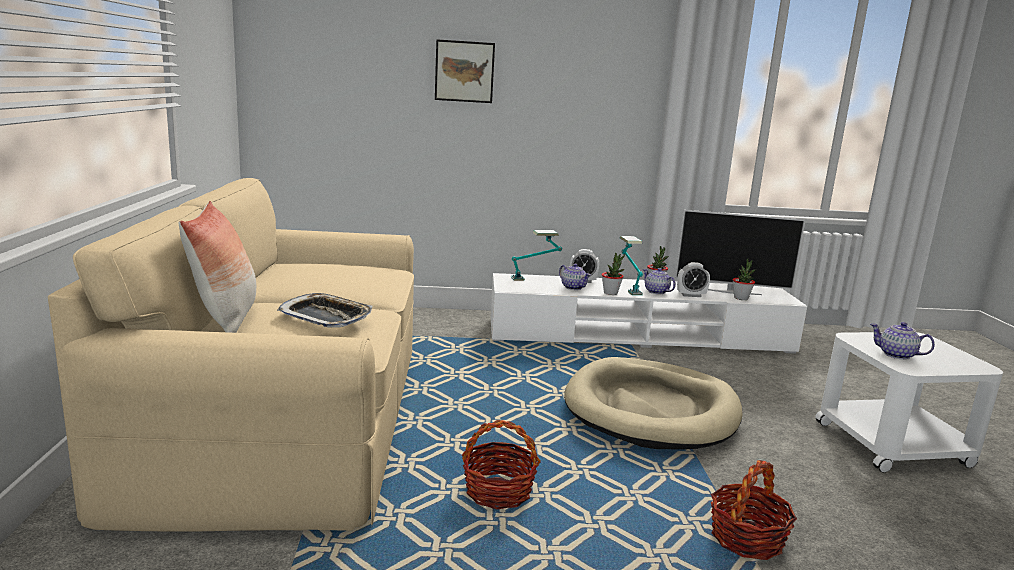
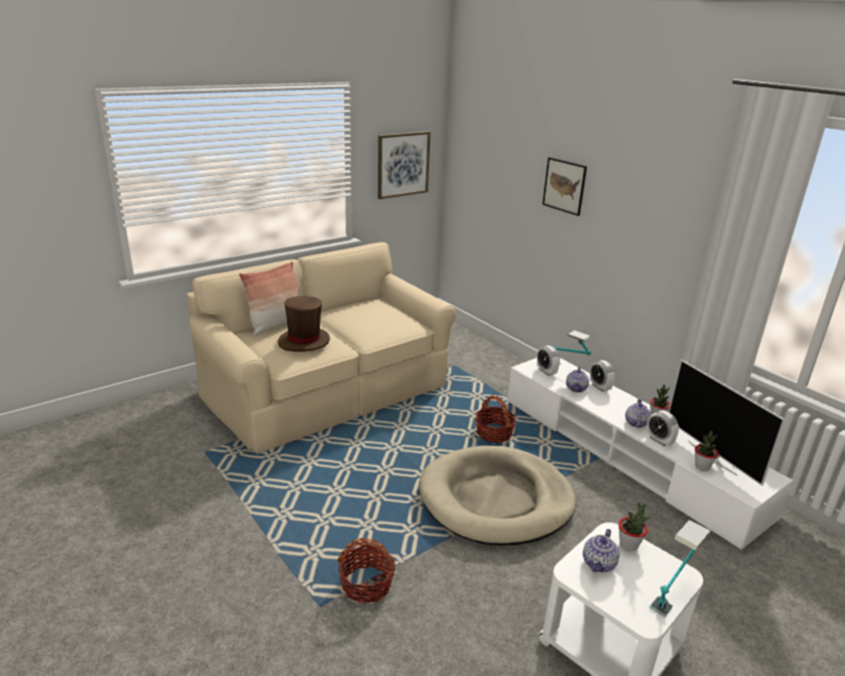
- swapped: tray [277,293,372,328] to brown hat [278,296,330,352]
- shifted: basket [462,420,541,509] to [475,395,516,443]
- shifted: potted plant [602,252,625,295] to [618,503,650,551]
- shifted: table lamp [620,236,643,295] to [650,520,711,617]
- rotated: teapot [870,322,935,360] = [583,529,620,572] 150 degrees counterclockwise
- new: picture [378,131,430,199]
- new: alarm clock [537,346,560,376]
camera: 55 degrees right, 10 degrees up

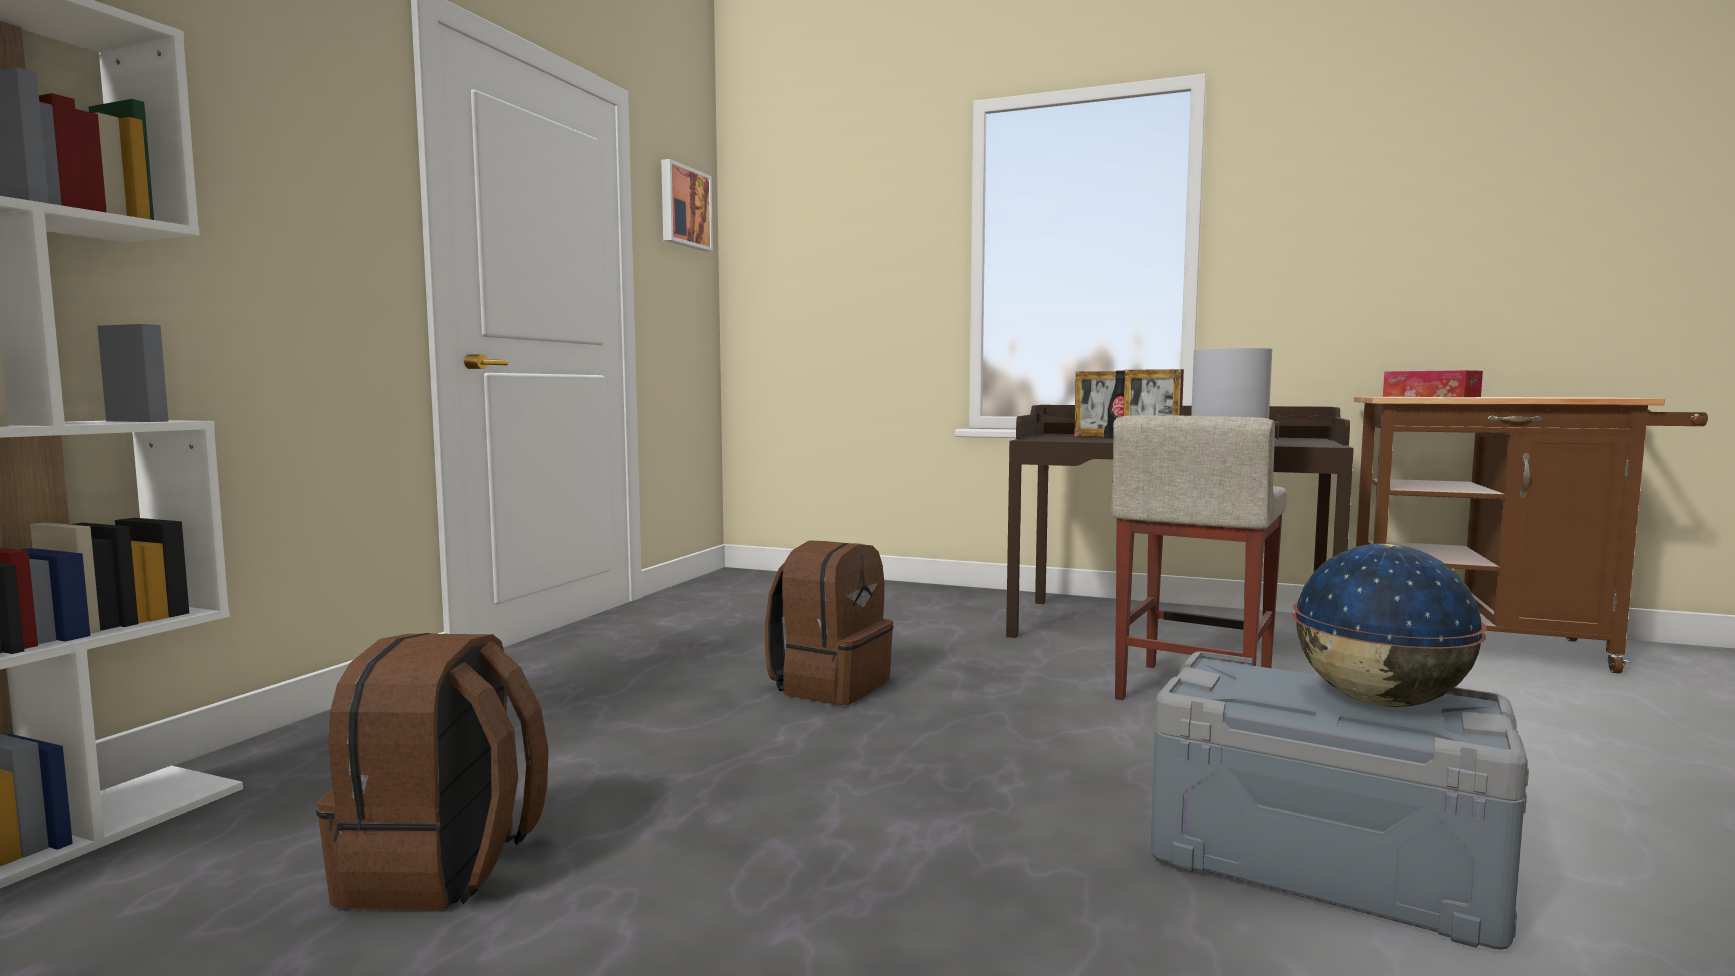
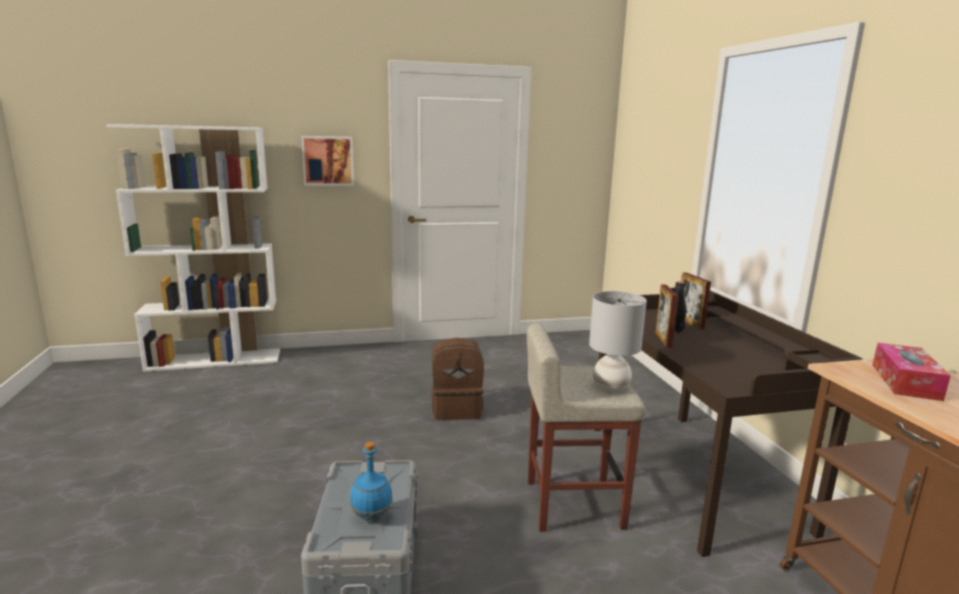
- gone: brown backpack [316,633,549,911]
- shifted: picture [661,159,713,252] to [301,136,354,186]
- swapped: globe [1293,544,1487,707] to blue bottle [350,442,393,523]
camera: 55 degrees right, 10 degrees up

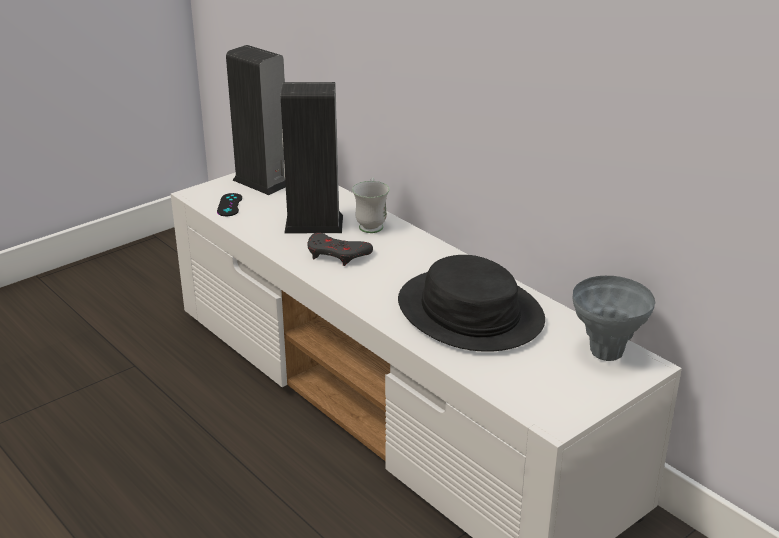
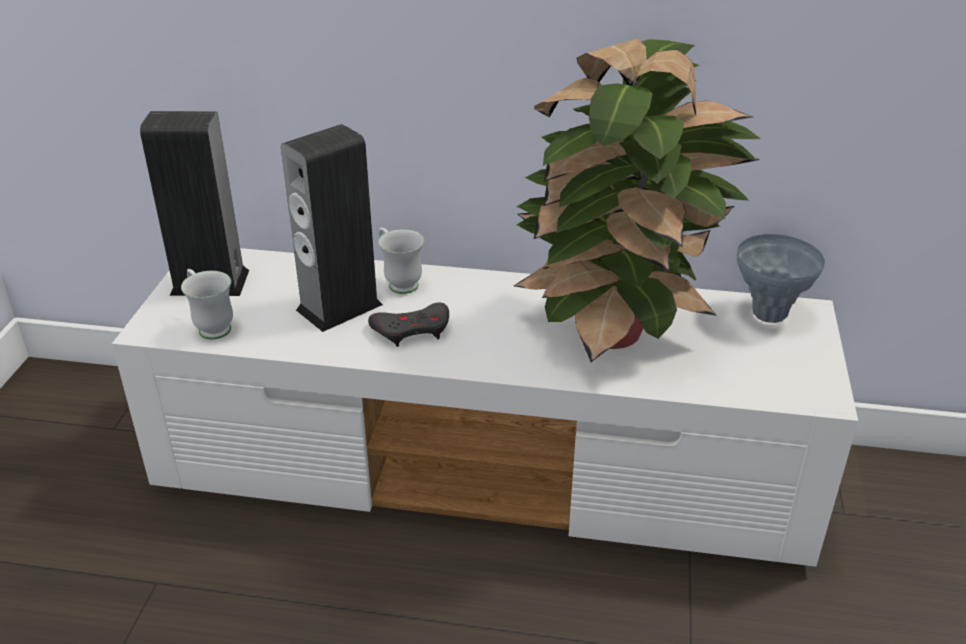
- swapped: black game controller [217,193,242,216] to white mug [181,269,233,339]
- swapped: black hat [398,255,545,352] to potted plant [514,39,761,362]
camera: 40 degrees left, 5 degrees up

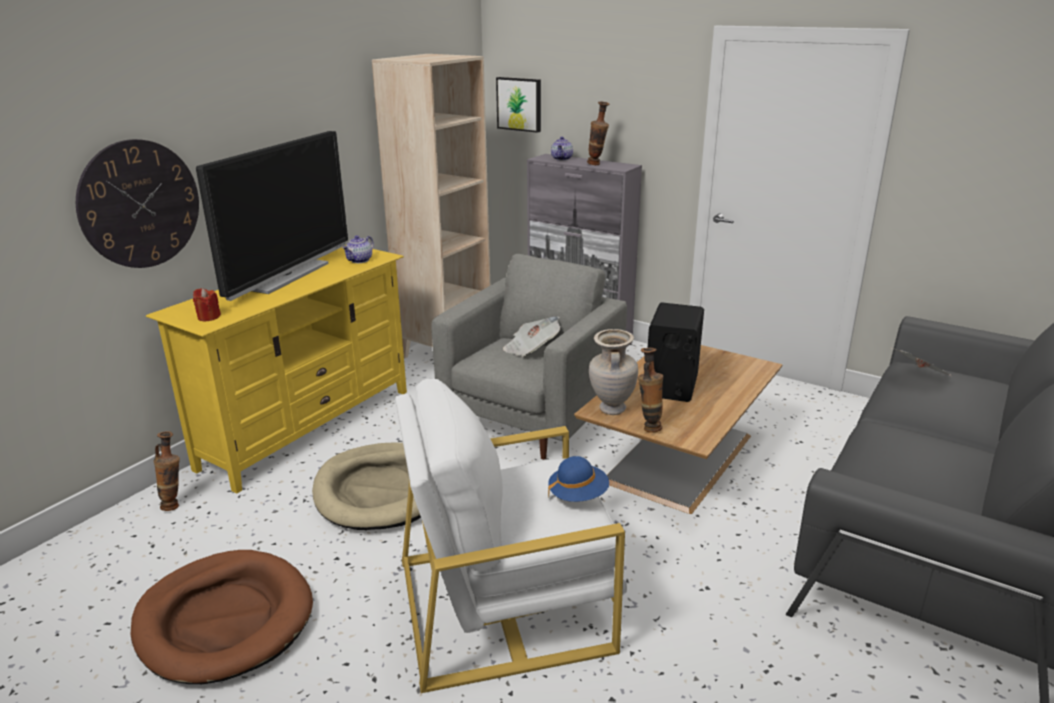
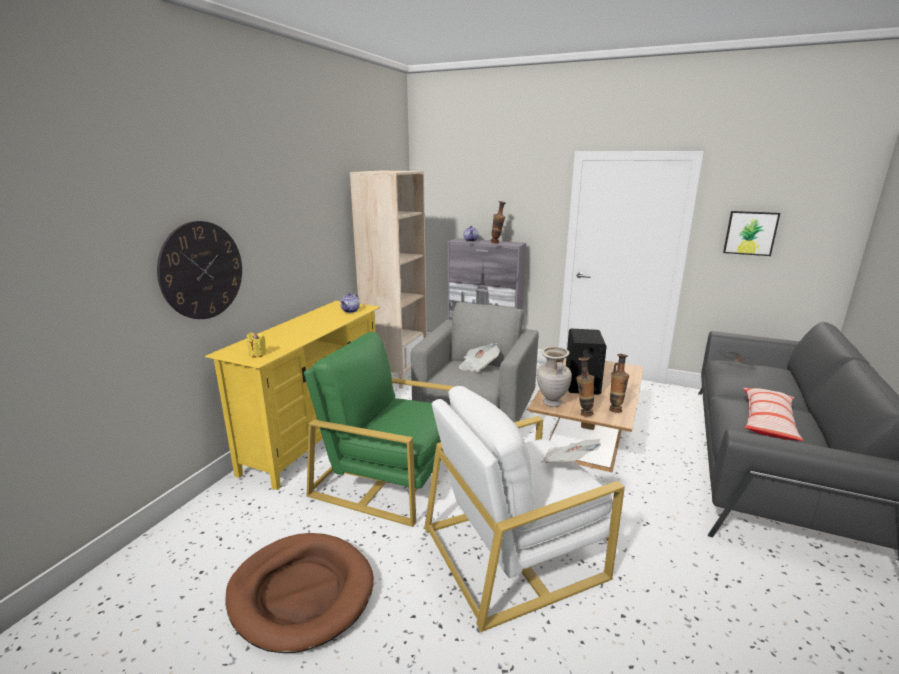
- shifted: vase [154,431,180,511] to [609,354,629,413]
- repainted: red candle [193,288,221,321] to yellow candle [247,333,267,358]
- gone: television [196,131,348,301]
- swapped: beige dog bed [312,442,421,530] to green armchair [304,332,455,527]
- shifted: picture [496,77,541,133] to [723,211,780,256]
- swapped: blue hat [548,456,609,502] to newspaper [541,439,601,463]
- new: pillow [743,388,803,441]
camera: 10 degrees left, 5 degrees down

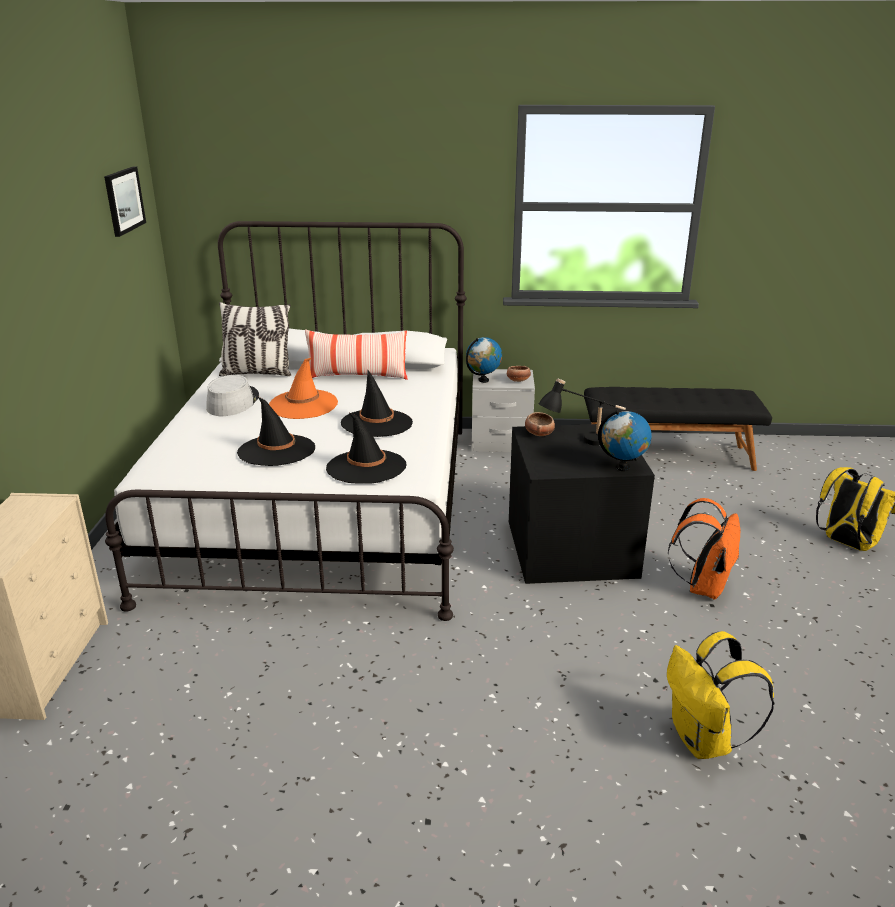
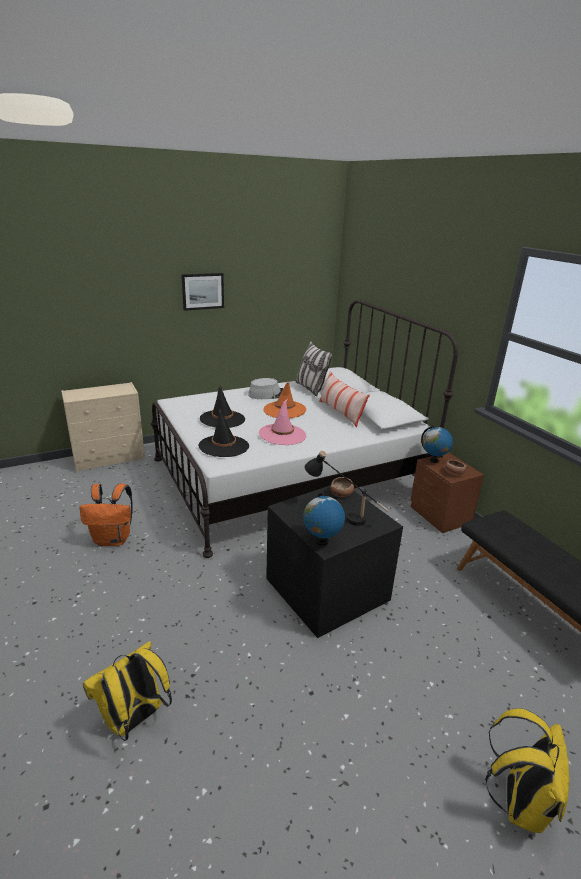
- shifted: picture [104,167,146,237] to [181,273,224,311]
- repainted: black hat [341,370,413,437] to pink hat [259,399,306,445]
- repainted: grey nightstand [472,369,535,452] to brown nightstand [411,452,484,533]
- shifted: orange backpack [668,498,740,600] to [79,484,132,546]
camera: 60 degrees right, 0 degrees up

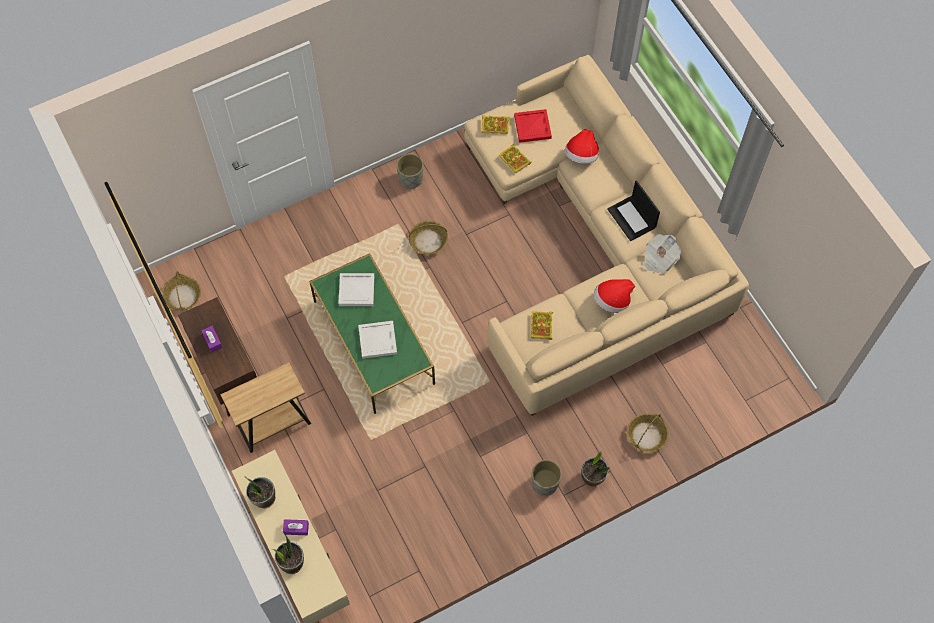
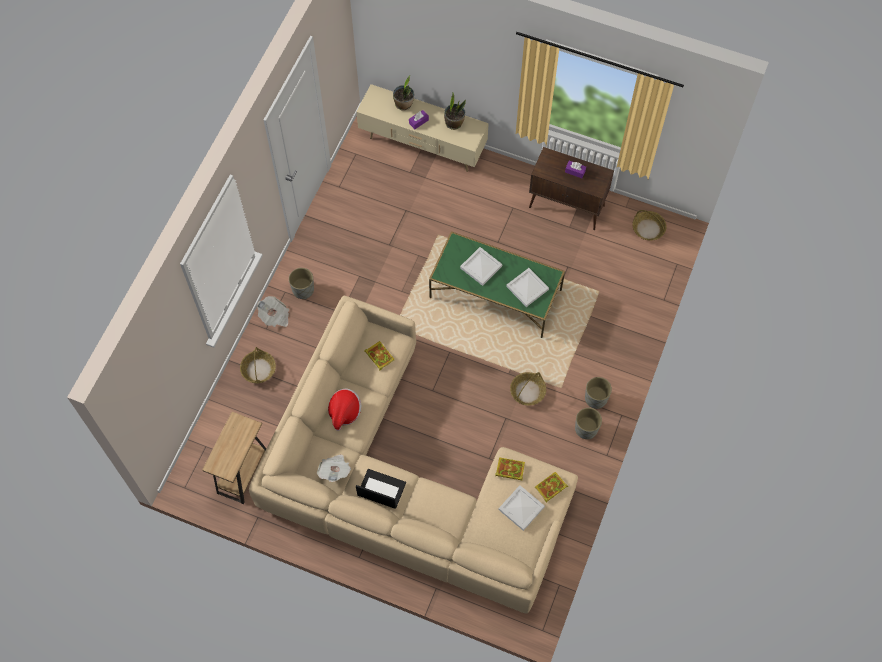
- shifted: brown side table [220,362,311,453] to [202,412,267,504]
- repainted: red tray [514,109,552,143] to white tray [498,485,545,531]
- gone: hat [565,129,599,164]
- swapped: potted plant [581,450,610,487] to newspaper [257,296,289,327]
- new: grey planter [585,377,612,409]
camera: 140 degrees right, 0 degrees up

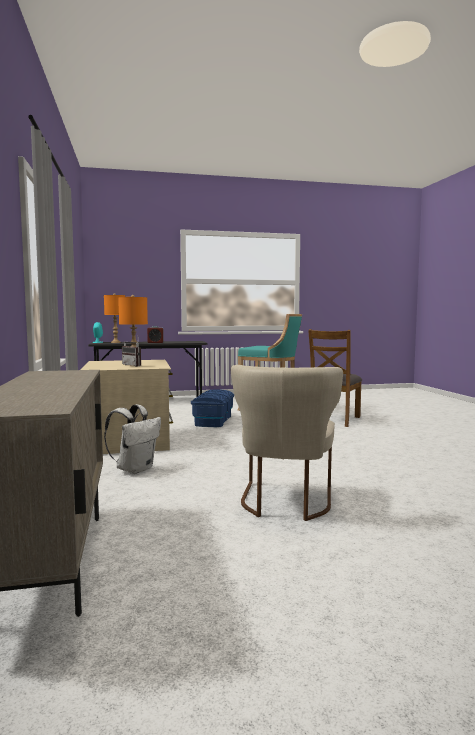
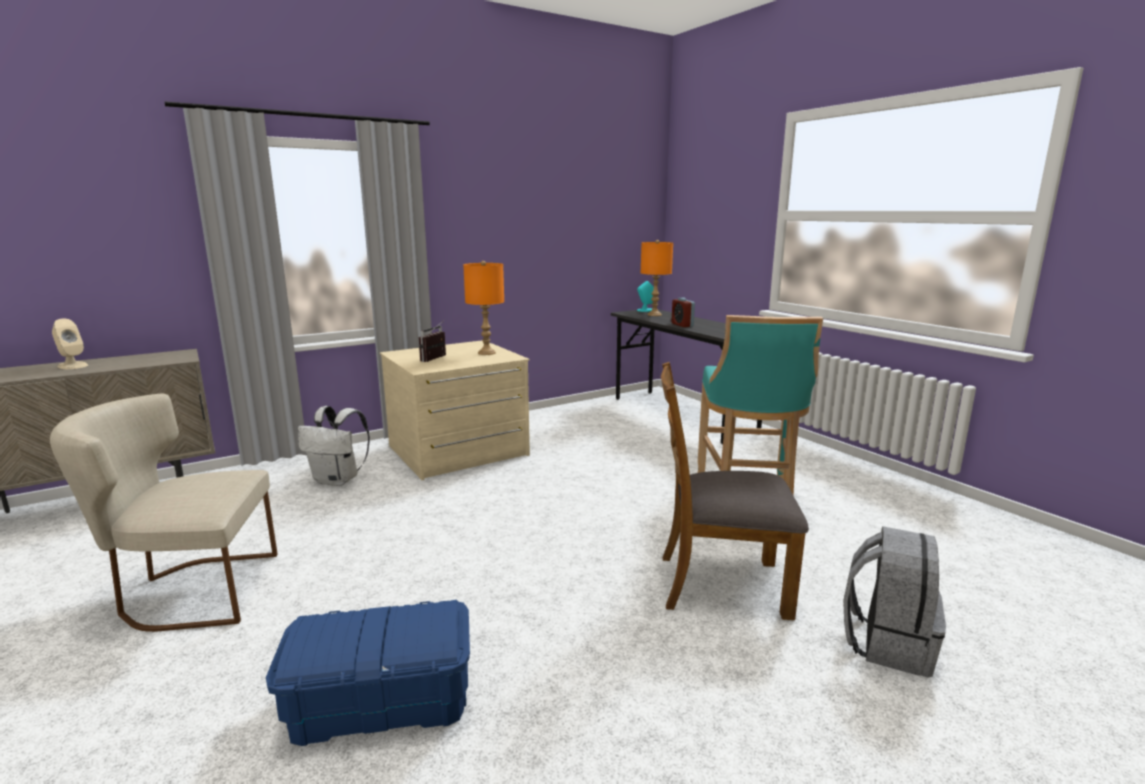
- shifted: blue storage box [191,389,234,427] to [266,600,470,746]
- new: beige speaker [52,318,88,369]
- new: grey backpack [844,526,946,677]
camera: 70 degrees right, 10 degrees up

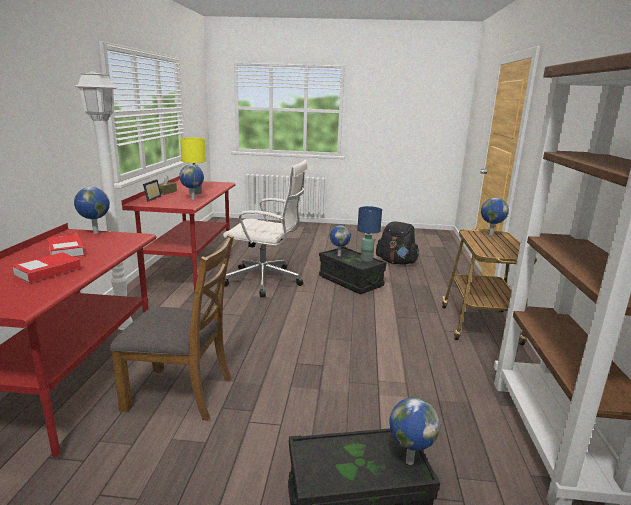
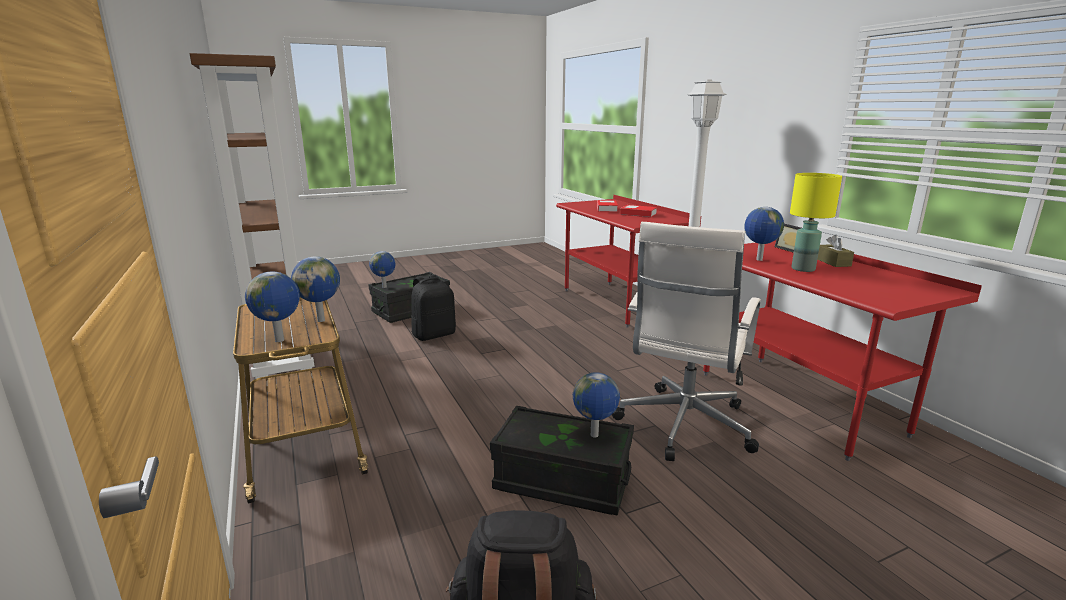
- shifted: globe [74,187,110,234] to [291,256,340,322]
- gone: brown chair [110,234,234,421]
- rotated: white office chair [223,160,307,297] = [612,222,761,461] 45 degrees counterclockwise
- gone: blue table lamp [357,206,382,262]
- new: black backpack [411,275,456,341]
camera: 150 degrees right, 0 degrees up

